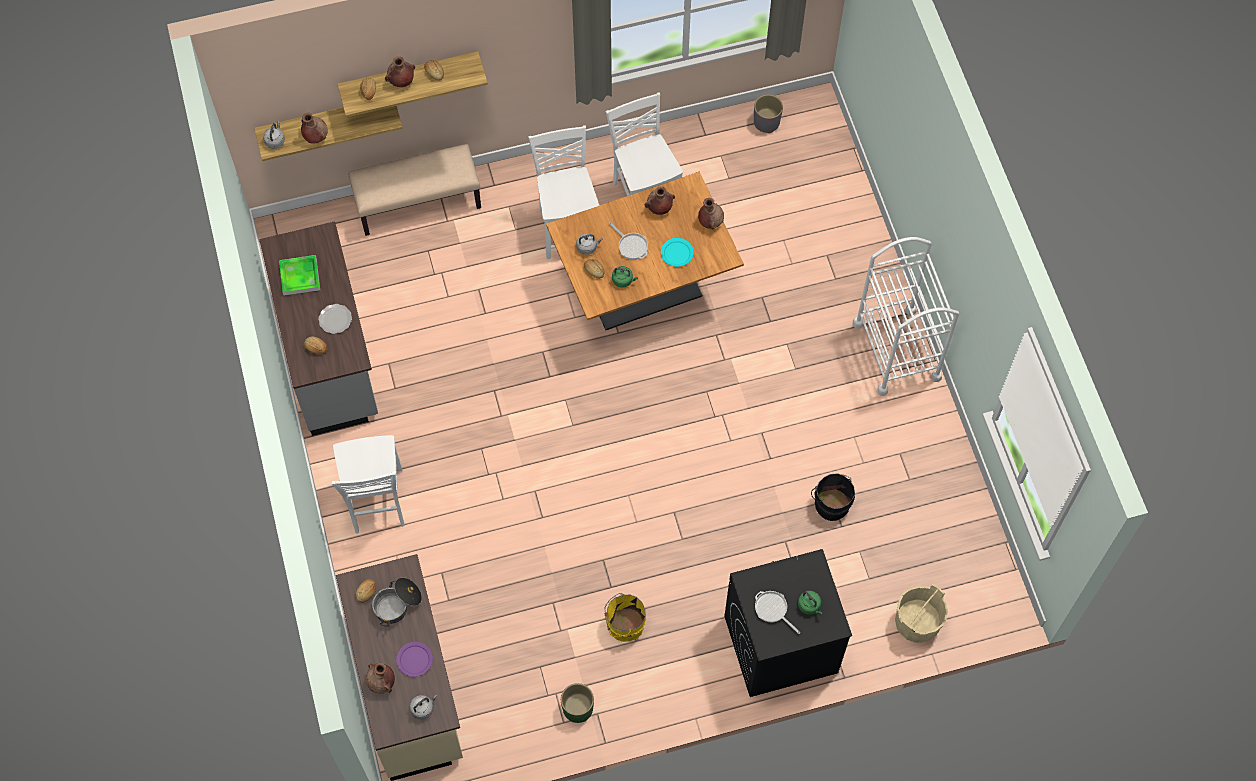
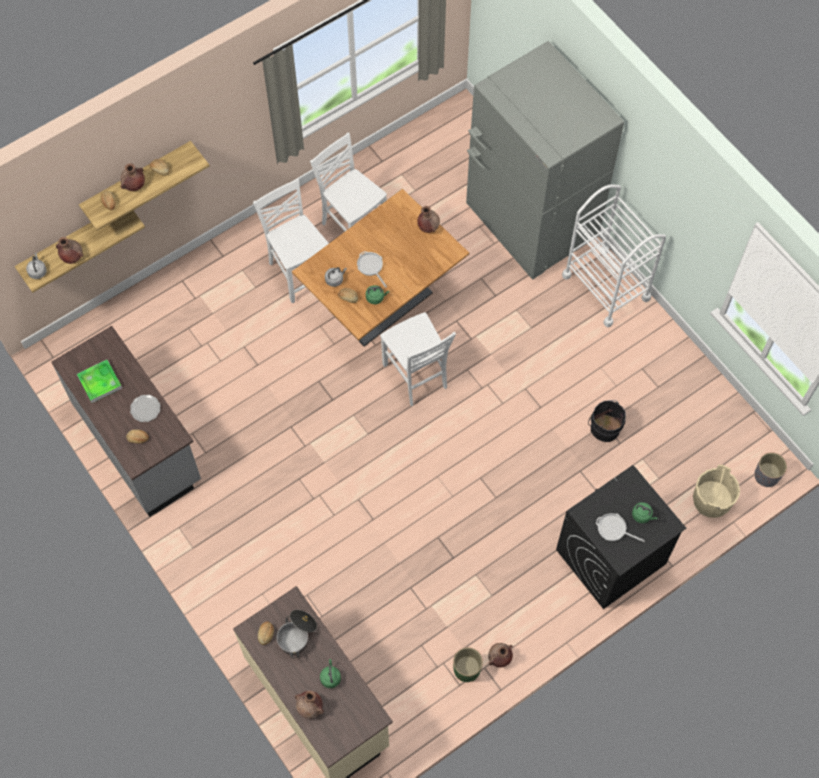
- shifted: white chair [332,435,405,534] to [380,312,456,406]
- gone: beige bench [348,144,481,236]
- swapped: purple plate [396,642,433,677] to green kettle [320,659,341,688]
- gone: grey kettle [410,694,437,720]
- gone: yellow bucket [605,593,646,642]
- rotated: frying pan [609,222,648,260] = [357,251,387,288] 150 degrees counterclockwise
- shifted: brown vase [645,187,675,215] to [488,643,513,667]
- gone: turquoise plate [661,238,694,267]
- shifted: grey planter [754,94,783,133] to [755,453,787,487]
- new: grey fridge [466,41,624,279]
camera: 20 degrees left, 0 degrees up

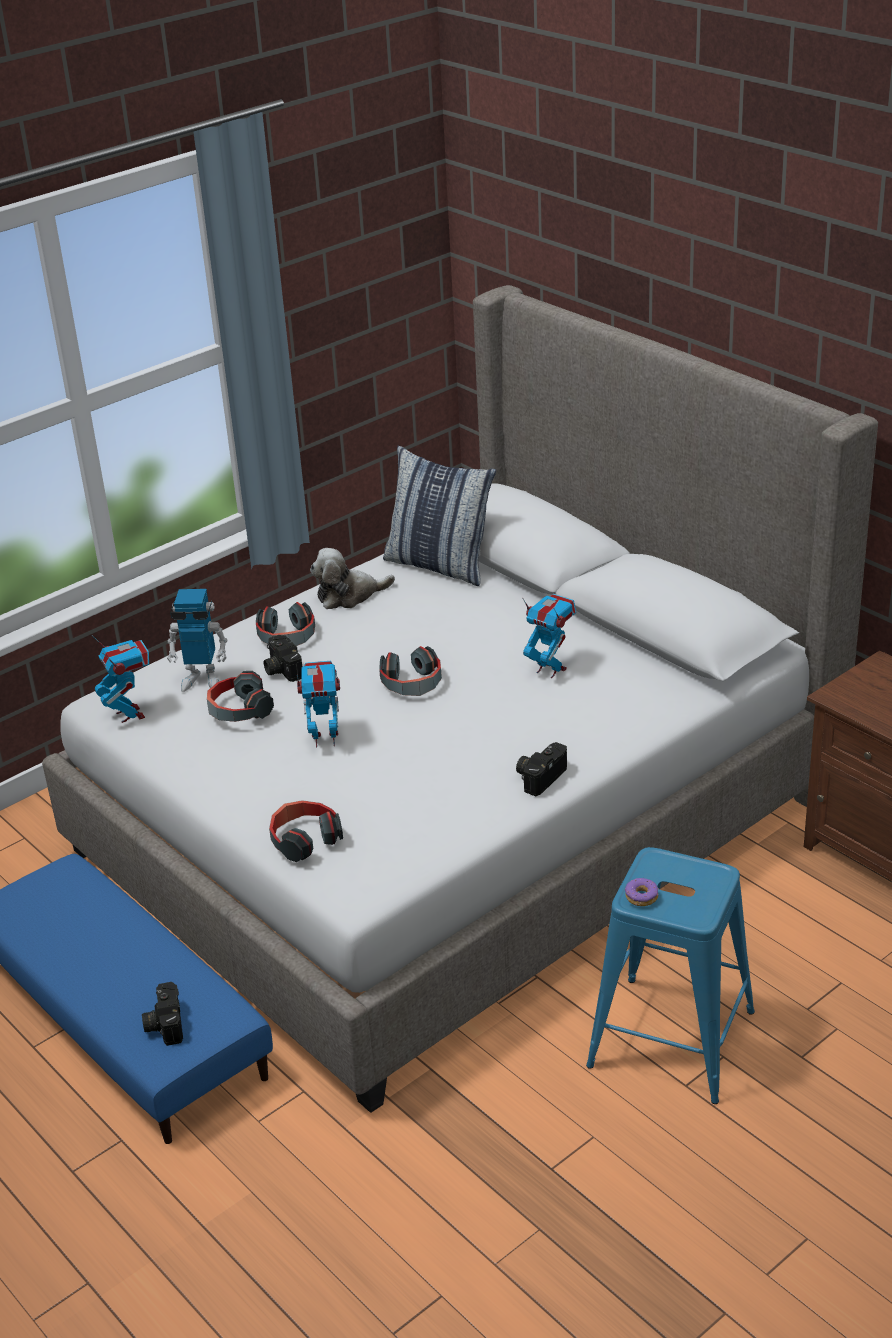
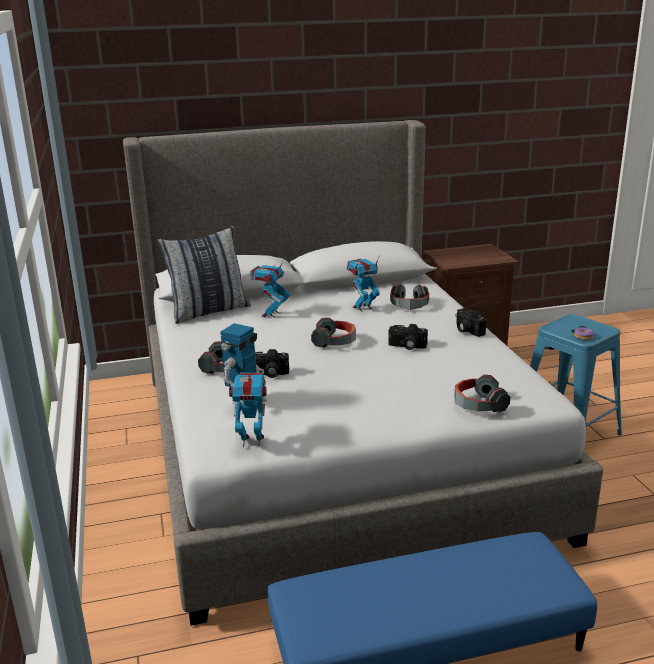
- shifted: photo camera [142,982,183,1046] to [388,324,428,350]
- shifted: headphones [207,671,274,722] to [390,284,429,310]
- shifted: toy robot [297,661,340,748] to [250,258,290,318]
- gone: plush toy [310,548,395,609]
camera: 65 degrees left, 10 degrees down

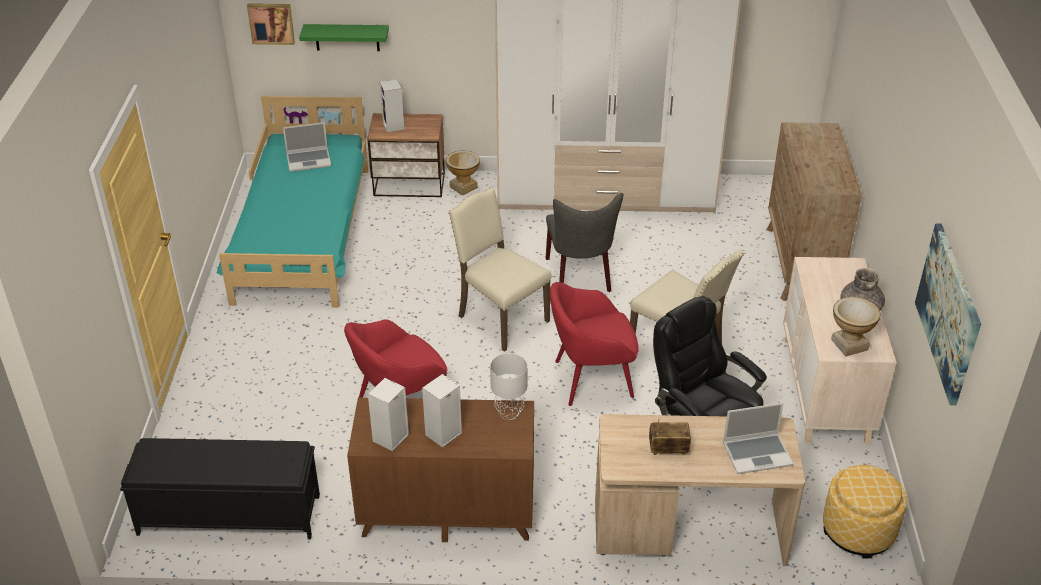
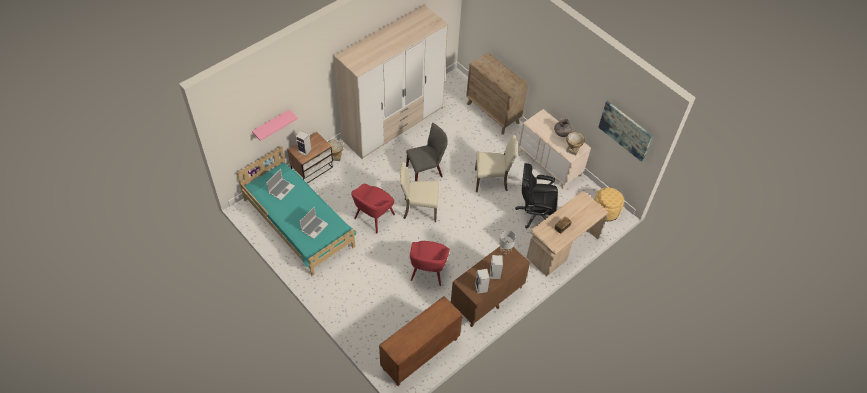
- swapped: black bench [120,438,320,540] to brown cabinet [379,296,463,386]
- gone: picture [247,3,295,45]
- repainted: green shelf [299,24,389,51] to pink shelf [252,109,298,141]
- rotated: grey chair [546,193,623,292] = [406,123,448,181] 60 degrees counterclockwise
- shifted: red armchair [550,282,639,406] to [351,184,395,234]
- shifted: laptop [723,403,793,474] to [299,207,328,239]
camera: 45 degrees left, 15 degrees up

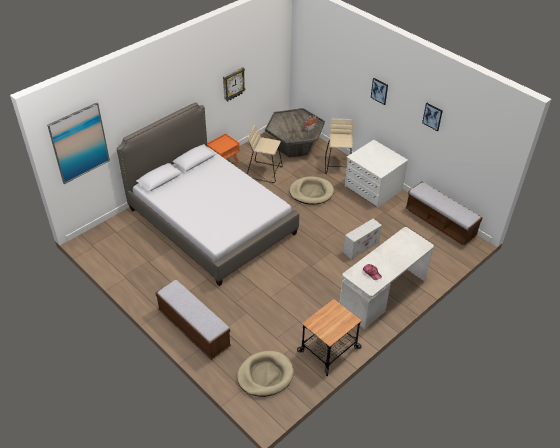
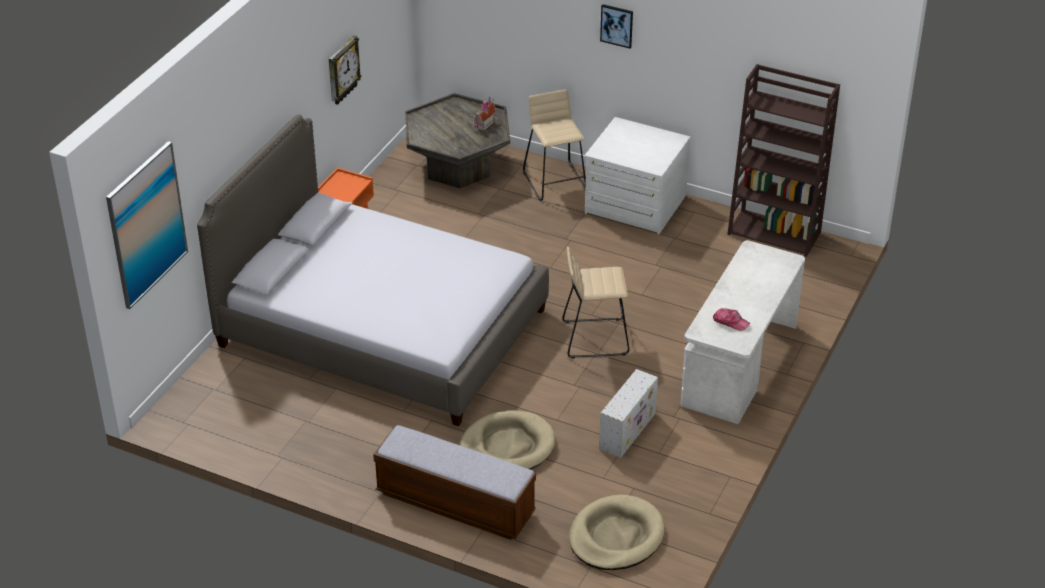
- shifted: beige stool [247,125,283,183] to [562,246,629,358]
- shifted: beige dog bed [289,176,334,205] to [460,410,555,470]
- gone: cart [297,299,362,376]
- shifted: white storage box [343,219,382,260] to [599,369,658,458]
- swapped: bench [406,181,482,245] to brown bookcase [727,64,840,257]
- gone: picture [422,103,443,131]
camera: 20 degrees left, 5 degrees down

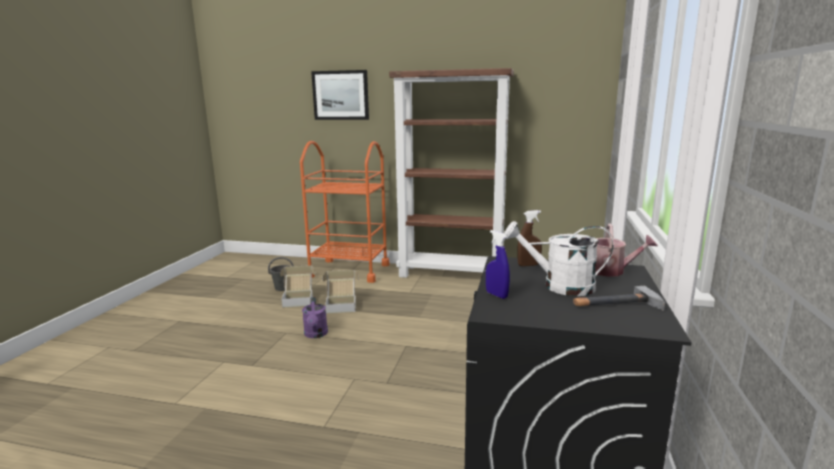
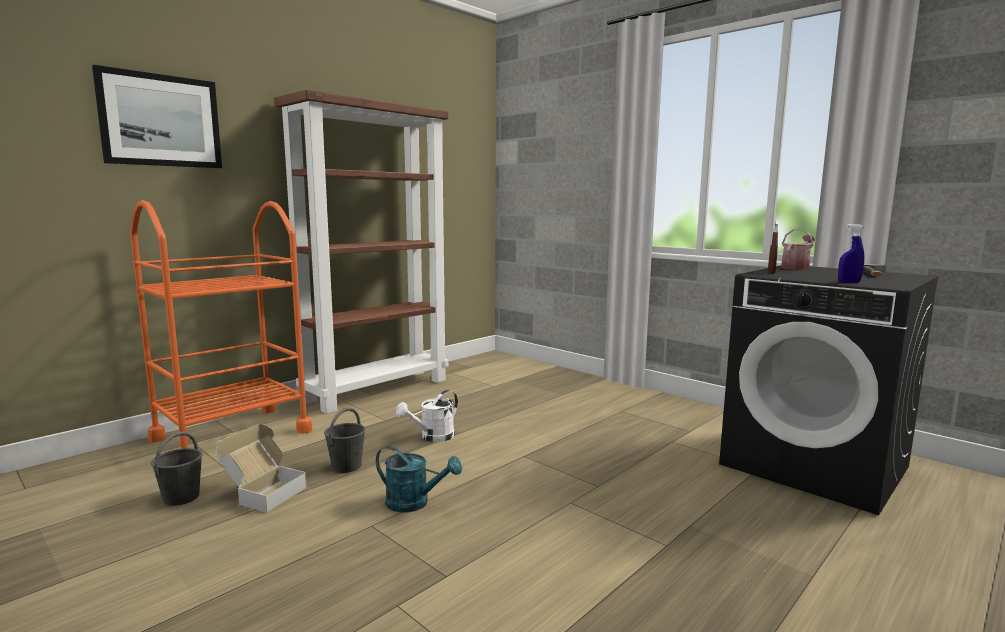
- repainted: purple watering can [302,297,328,338] to turquoise watering can [376,446,462,512]
- swapped: cardboard box [322,270,359,313] to grey bucket [324,408,366,473]
- shifted: white watering can [504,221,613,296] to [396,390,458,442]
camera: 60 degrees left, 5 degrees down

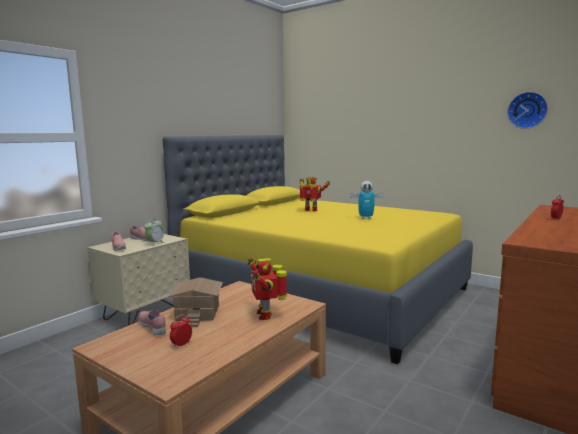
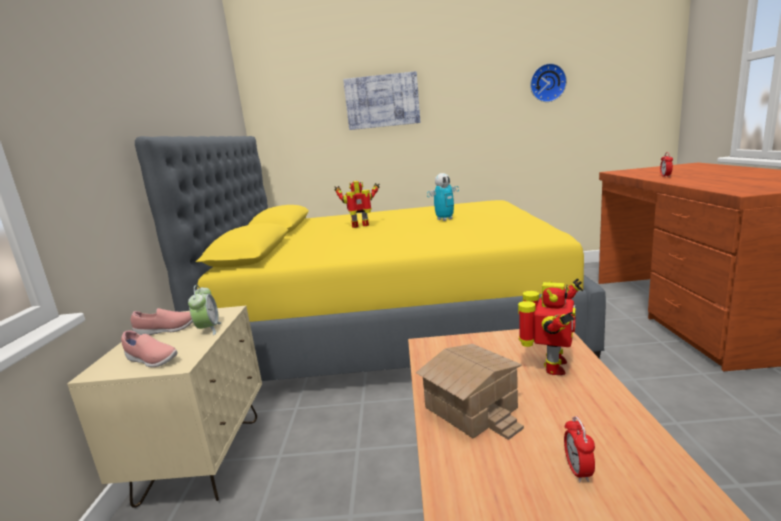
- gone: pink shoe [139,310,166,335]
- rotated: toy robot [247,258,287,320] = [518,278,583,375] 105 degrees counterclockwise
- new: picture [343,71,420,130]
camera: 35 degrees left, 5 degrees up

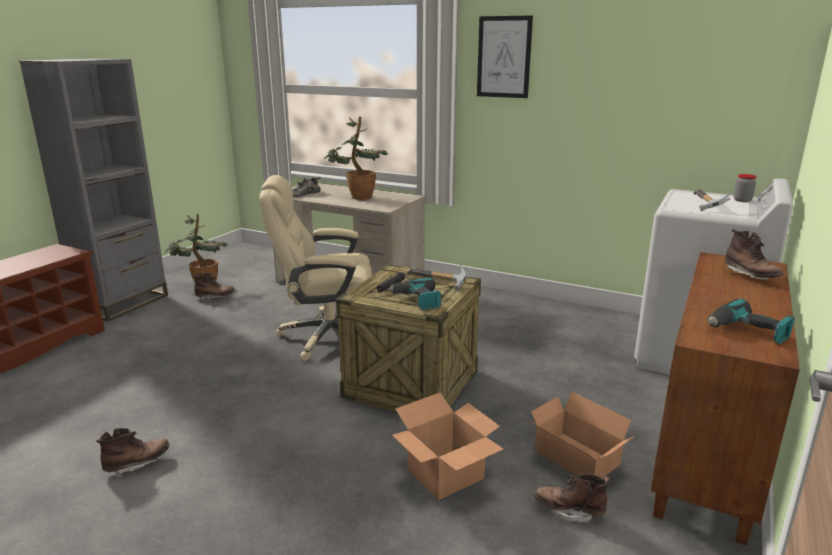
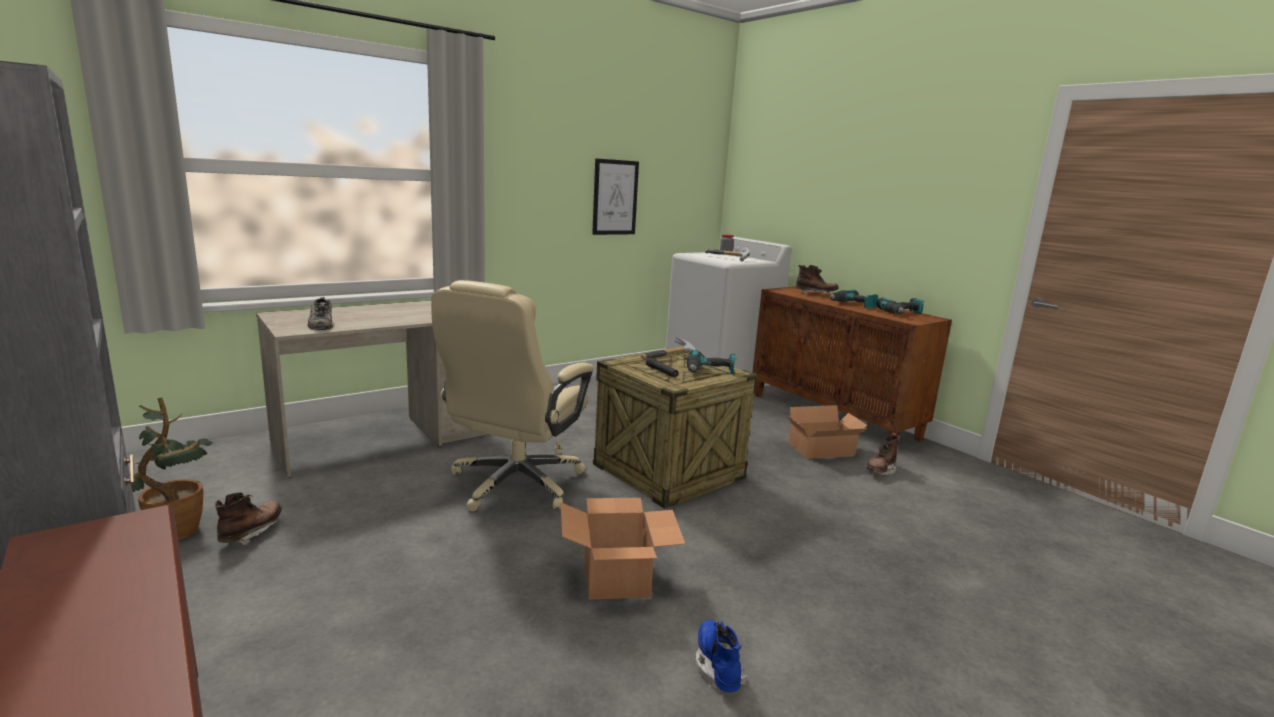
- repainted: brown boot [96,428,170,478] to blue boot [696,620,747,692]
- gone: potted plant [324,117,389,200]
- shifted: cardboard box [392,393,504,500] to [560,498,685,600]
- shifted: picture [477,16,533,98] to [592,158,639,235]
- new: power drill [829,290,878,309]
camera: 65 degrees left, 5 degrees down

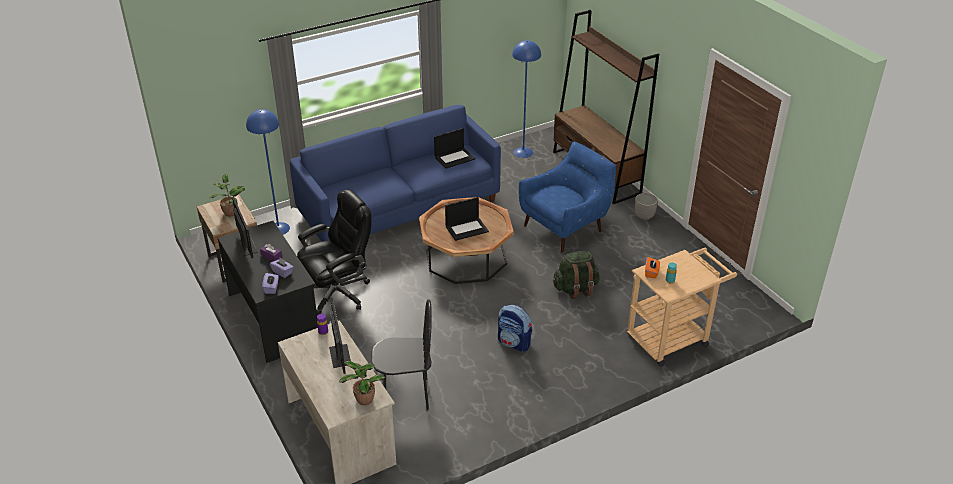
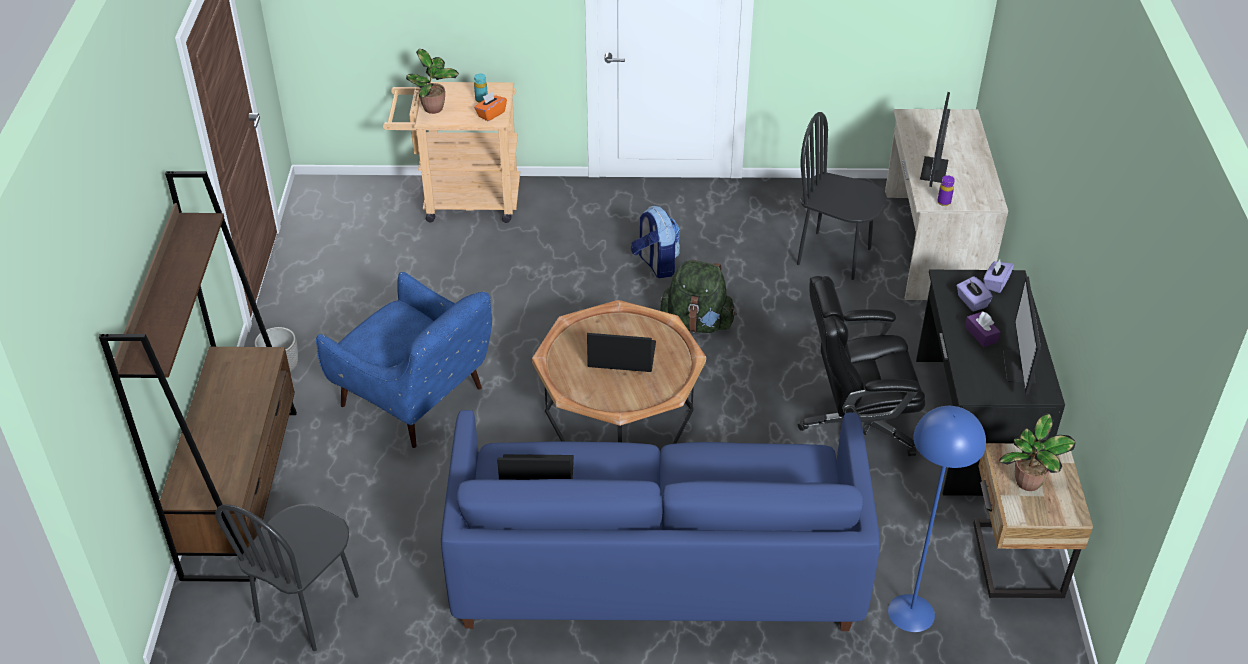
- shifted: potted plant [339,361,385,405] to [406,49,459,114]
- swapped: blue floor lamp [512,40,541,158] to black chair [215,504,359,651]
- rotated: blue armchair [519,142,616,253] = [316,272,492,448] 135 degrees counterclockwise
- shifted: green backpack [553,251,600,299] to [660,260,736,333]
camera: 150 degrees left, 5 degrees up

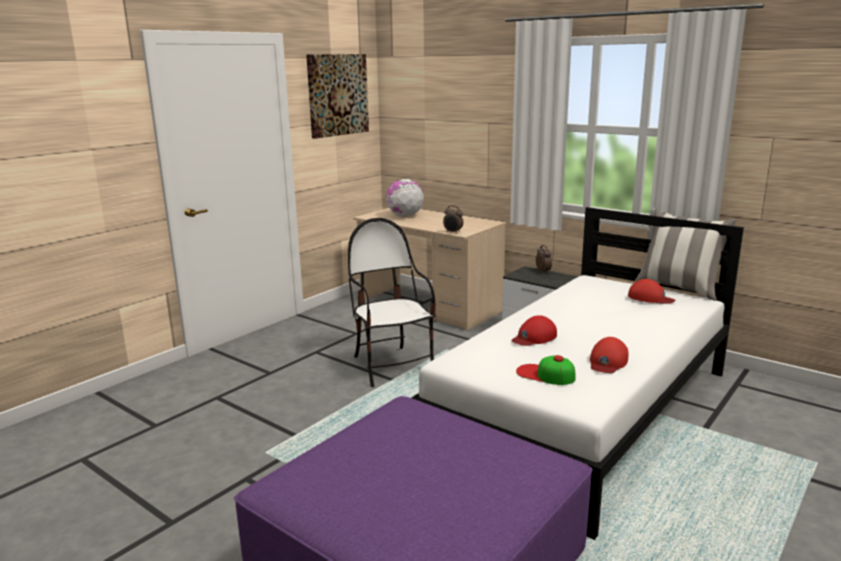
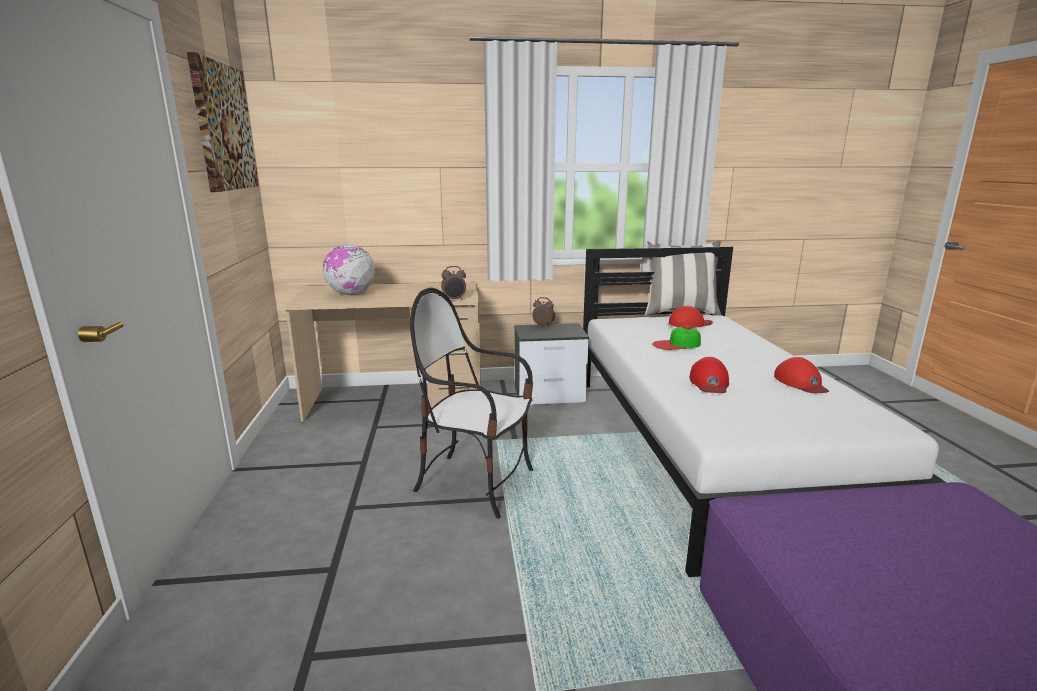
- shifted: cap [516,355,575,385] to [652,325,701,350]
camera: 45 degrees left, 0 degrees up

